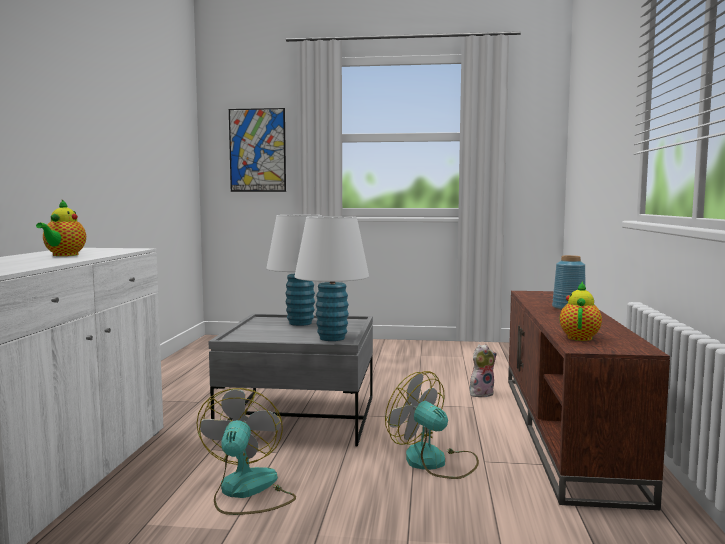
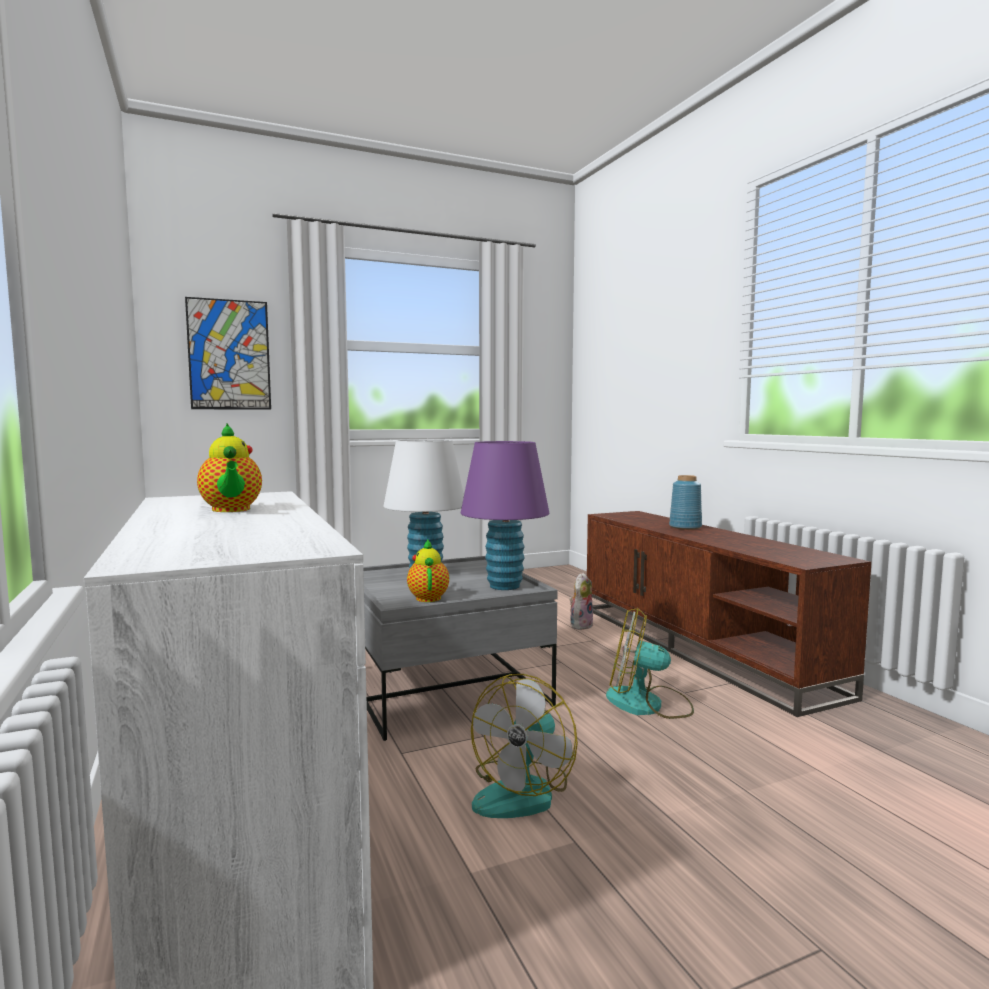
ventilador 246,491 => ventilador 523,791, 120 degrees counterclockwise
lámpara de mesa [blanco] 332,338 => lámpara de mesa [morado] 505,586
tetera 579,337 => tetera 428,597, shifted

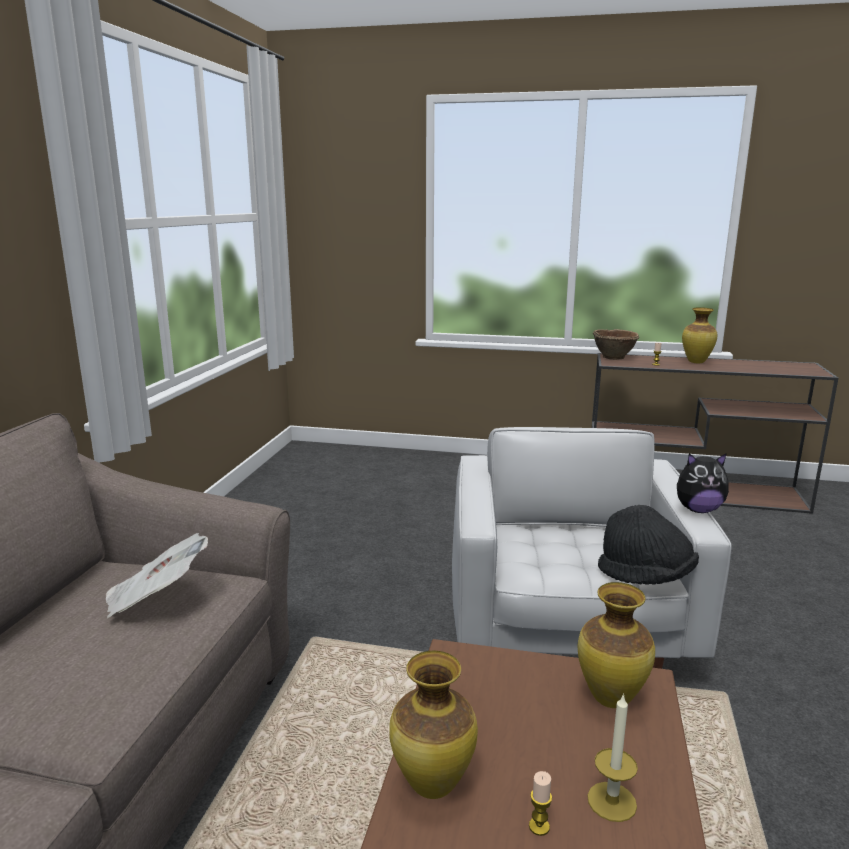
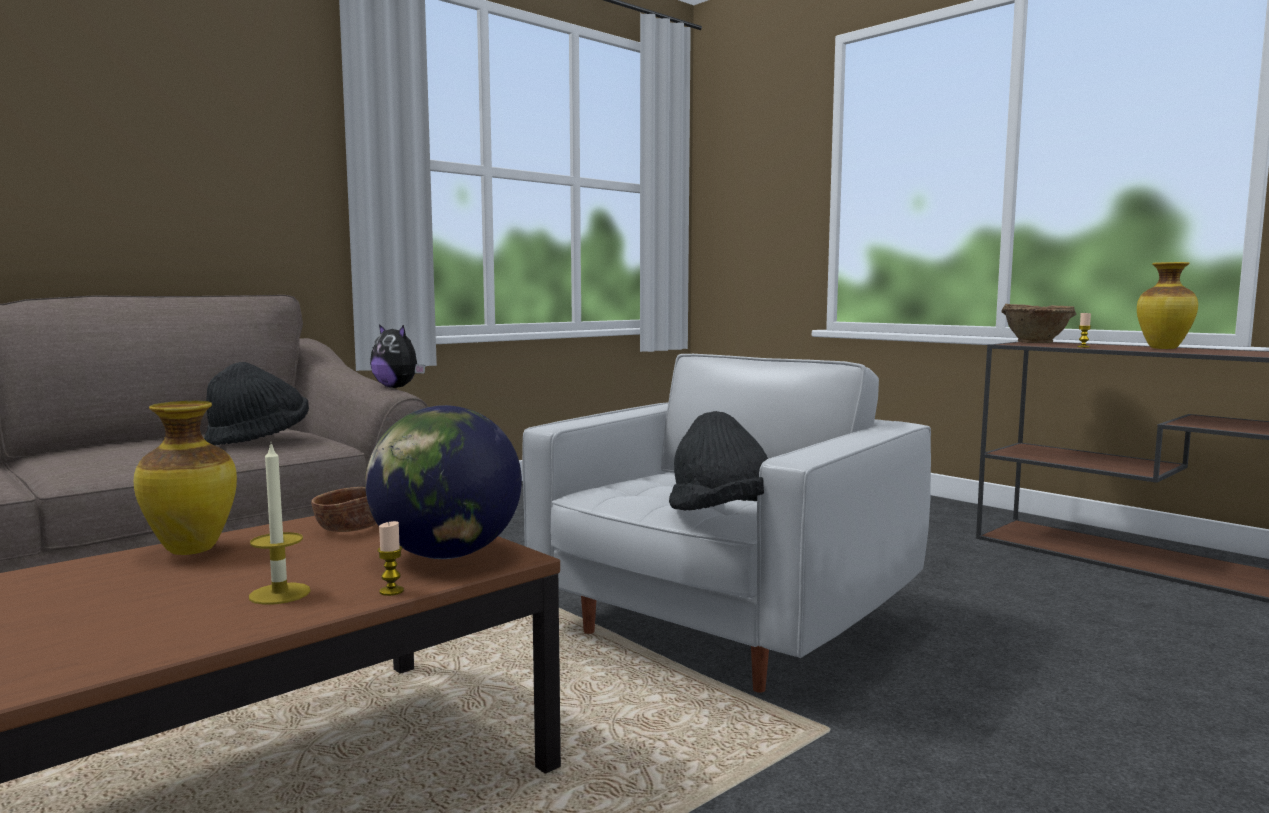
periódico 156,599 => sombrero [negro] 259,439
vela 539,826 => vela 391,591, shifted
florero 610,698 => globo terráqueo 447,555
peluche 698,510 => peluche 397,387, shifted
nothing => cuenco [marrón] 351,528

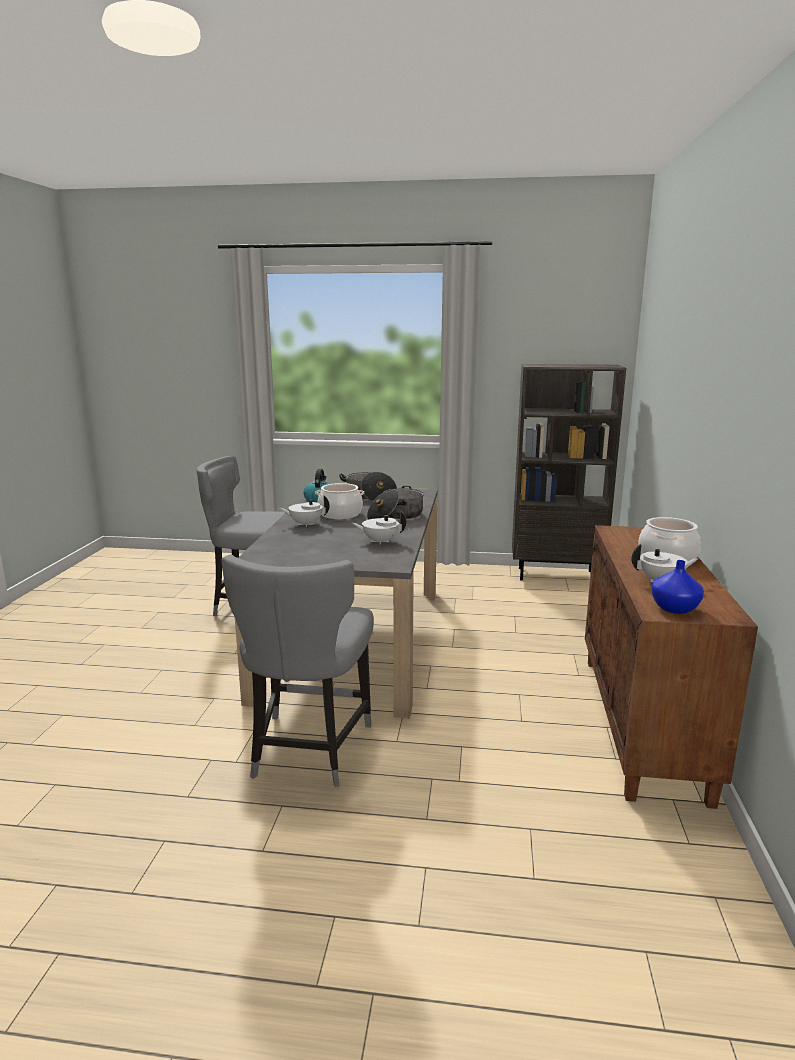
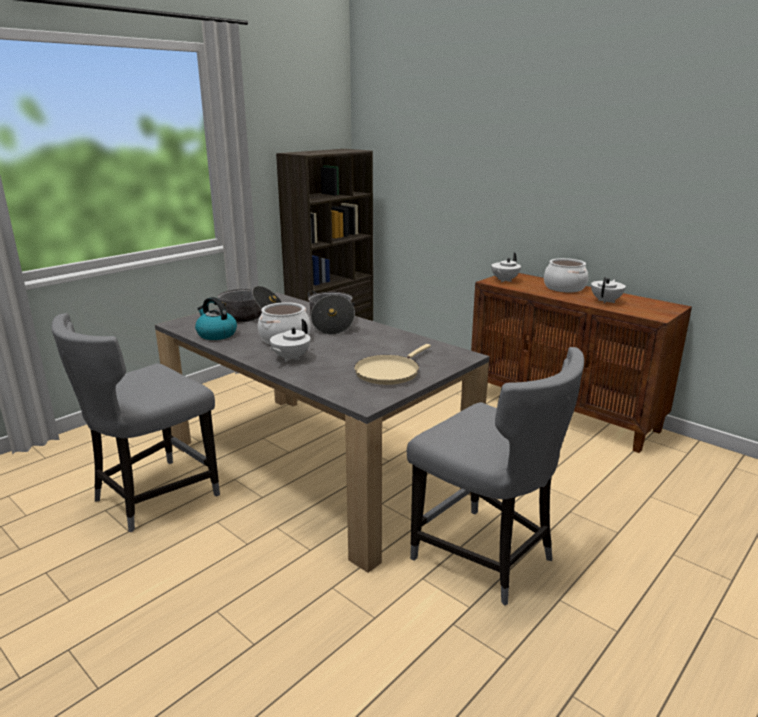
tetera [blanco] 380,541 => tetera [blanco] 504,280, shifted
florero [azul] 674,608 => nothing
nothing => sartén [beis] 389,372

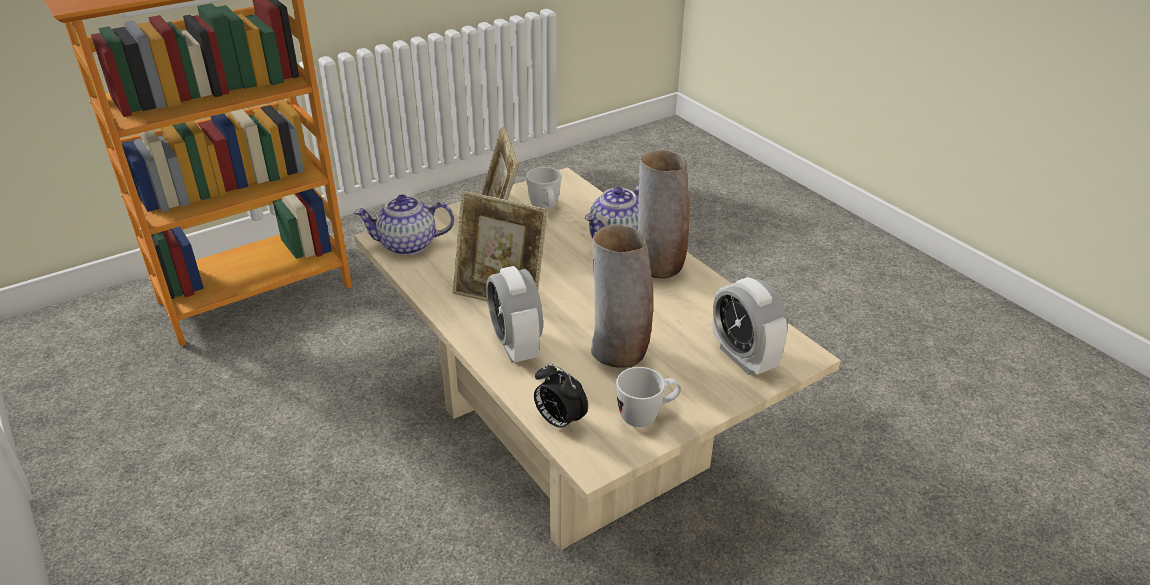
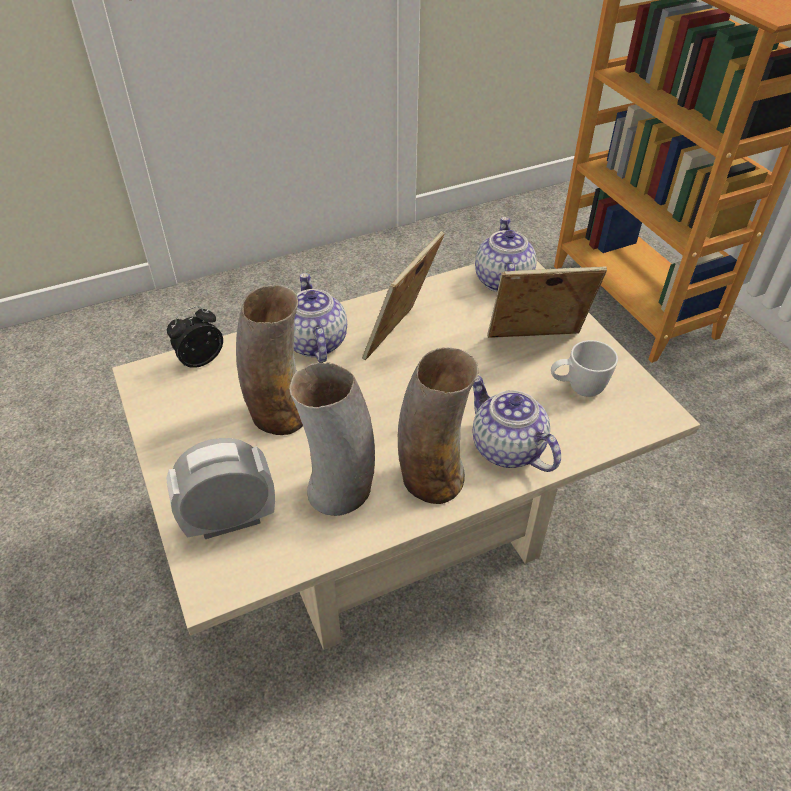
despertador 516,346 => tetera 314,342
taza grande [blanco] 647,416 => nothing
nothing => florero 341,490

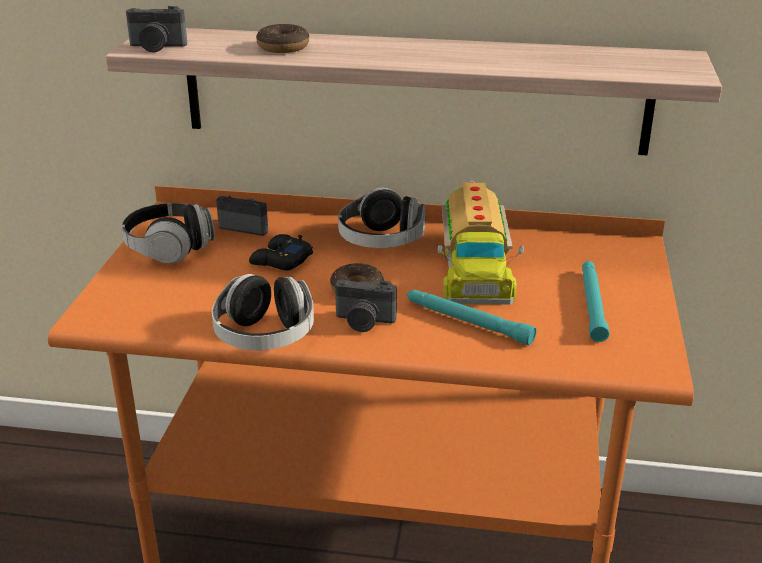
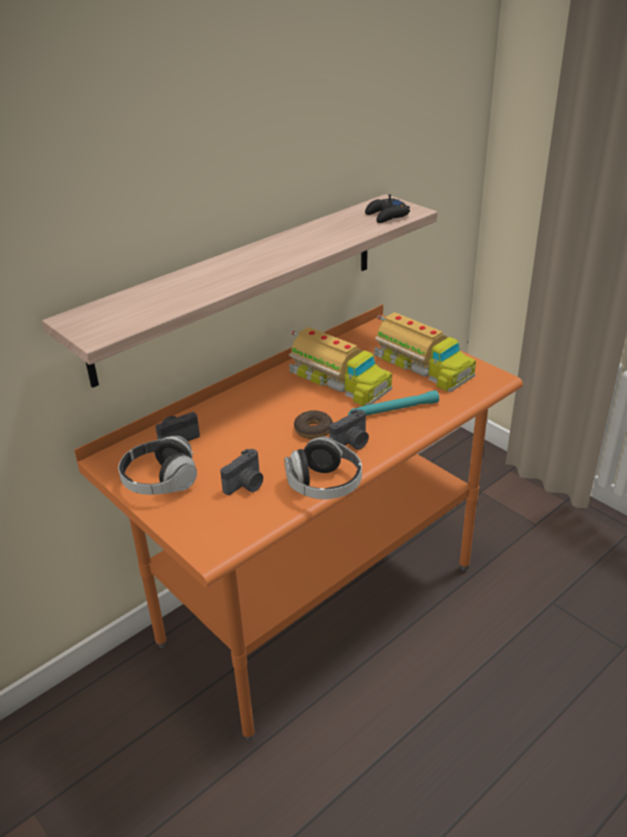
cámara 157,47 => cámara 246,485, shifted
mando de consola [negro] 280,260 => mando de consola [negro] 387,216, shifted
rosquilla 283,47 => nothing
auriculares 381,241 => nothing
linterna [turquesa] 592,304 => camión de juguete 421,366

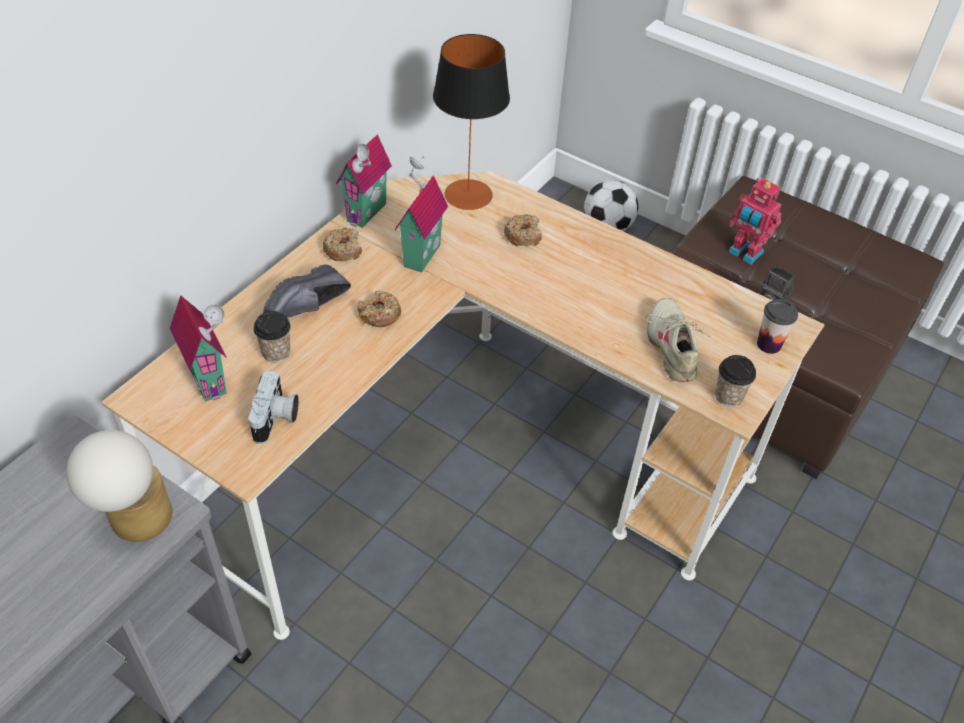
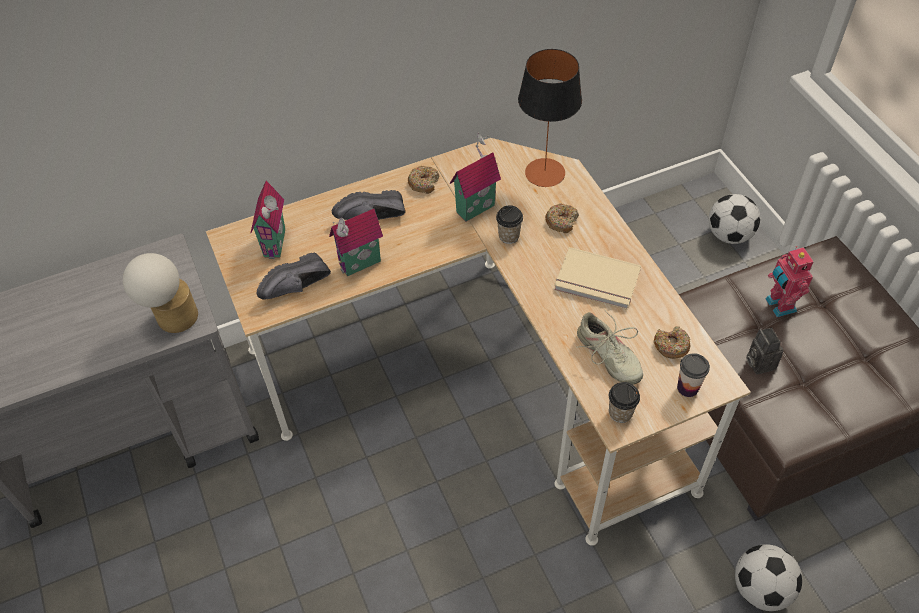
cámara 276,419 => zapato [negro] 298,288
taza 276,353 => taza 509,236, shifted
casita 369,214 => casita 361,265, shifted
rosquilla 379,314 => rosquilla 671,346, shifted
zapato [beis] 673,347 => zapato [beis] 608,356, 120 degrees clockwise
nothing => libro [beis] 597,282
nothing => balón de fútbol 760,589

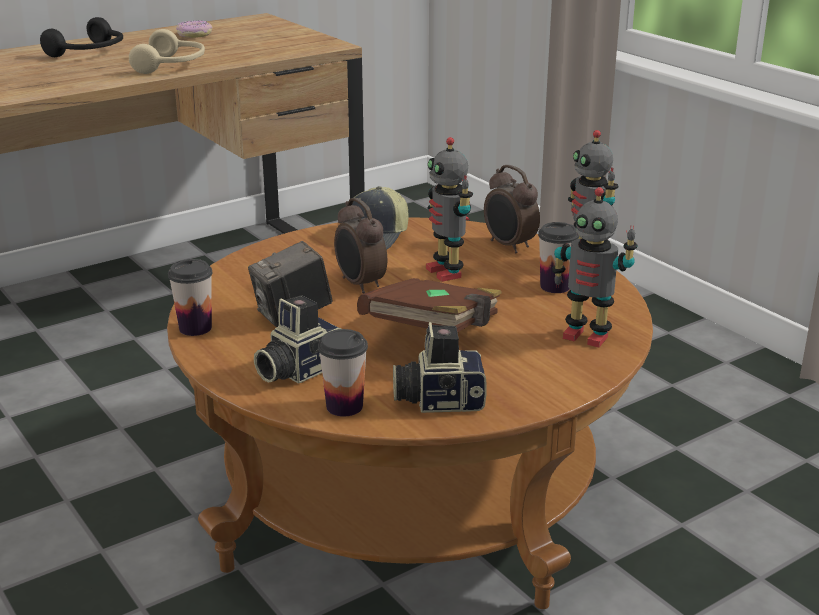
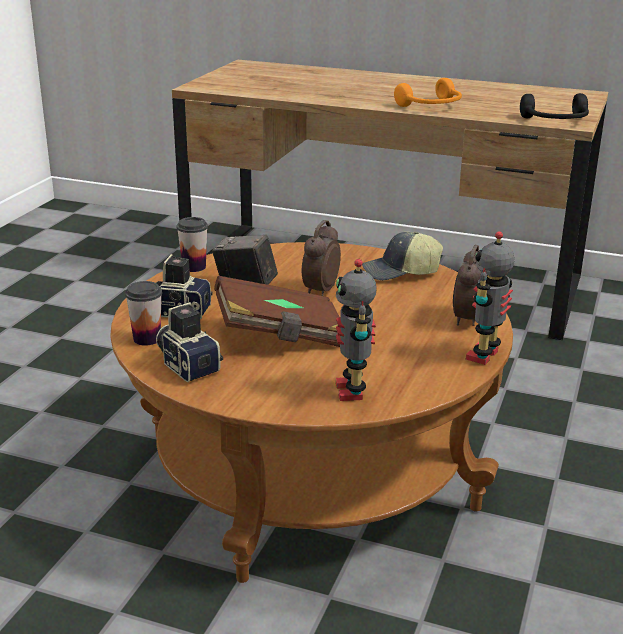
auriculares [negro] 90,53 => auriculares [negro] 556,121, shifted
auriculares [beis] 172,65 => auriculares [naranja] 431,106
rosquilla 194,35 => nothing
robot de juguete 446,272 => nothing
taza 555,286 => nothing

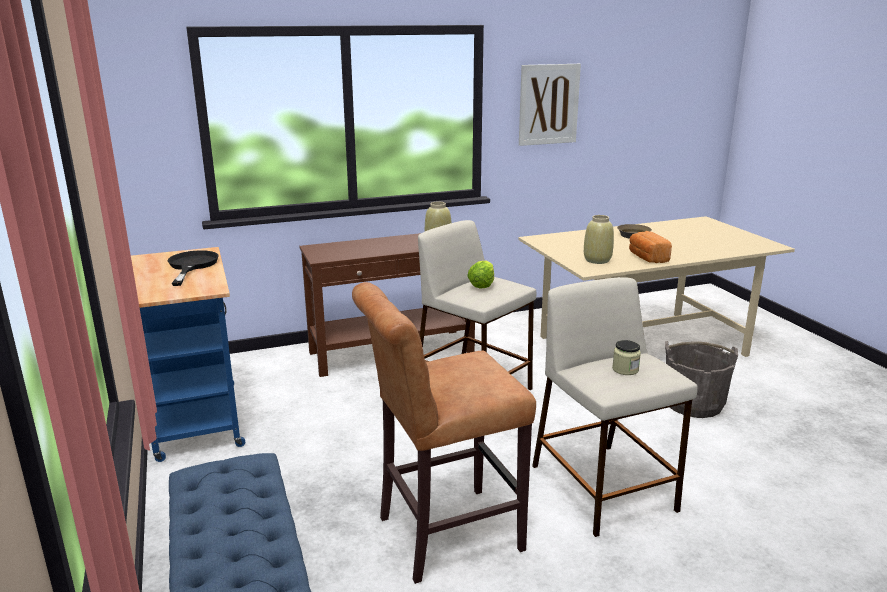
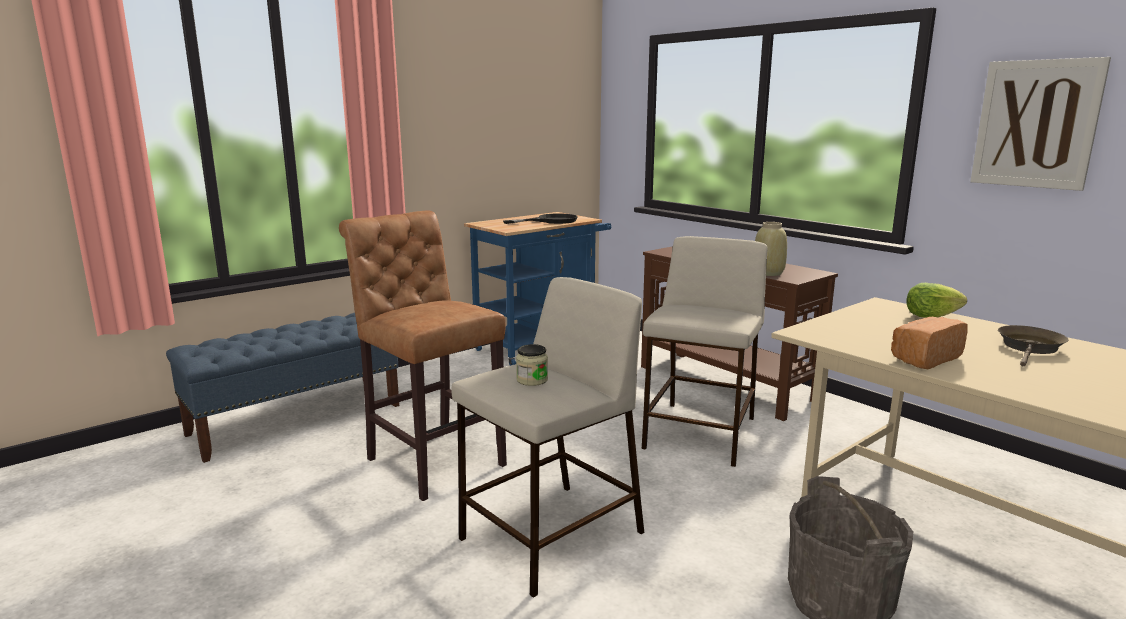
lechuga 482,285 => lechuga 930,316, shifted
florero [beis] 597,260 => nothing

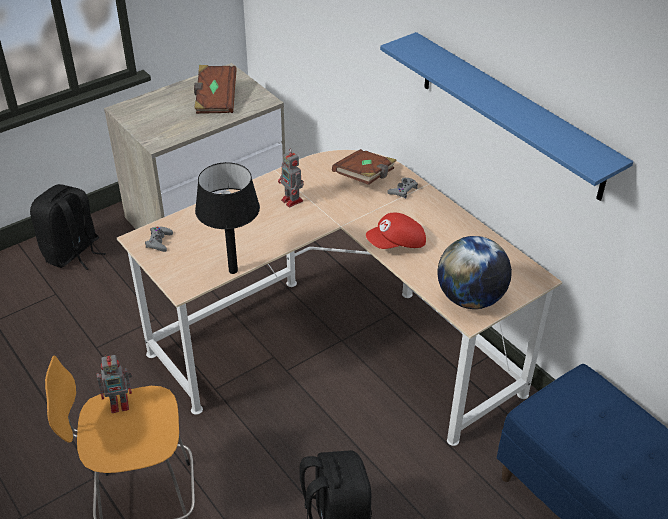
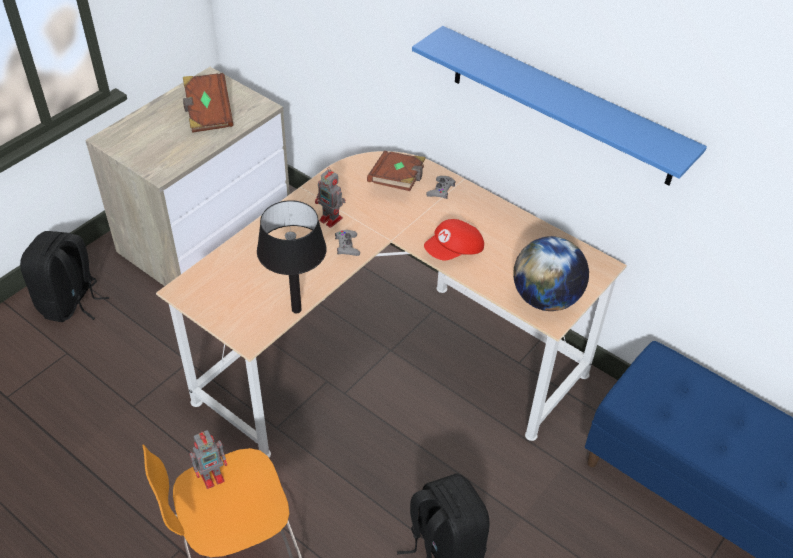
mando de consola [gris] 159,242 => mando de consola [gris] 347,246, shifted

